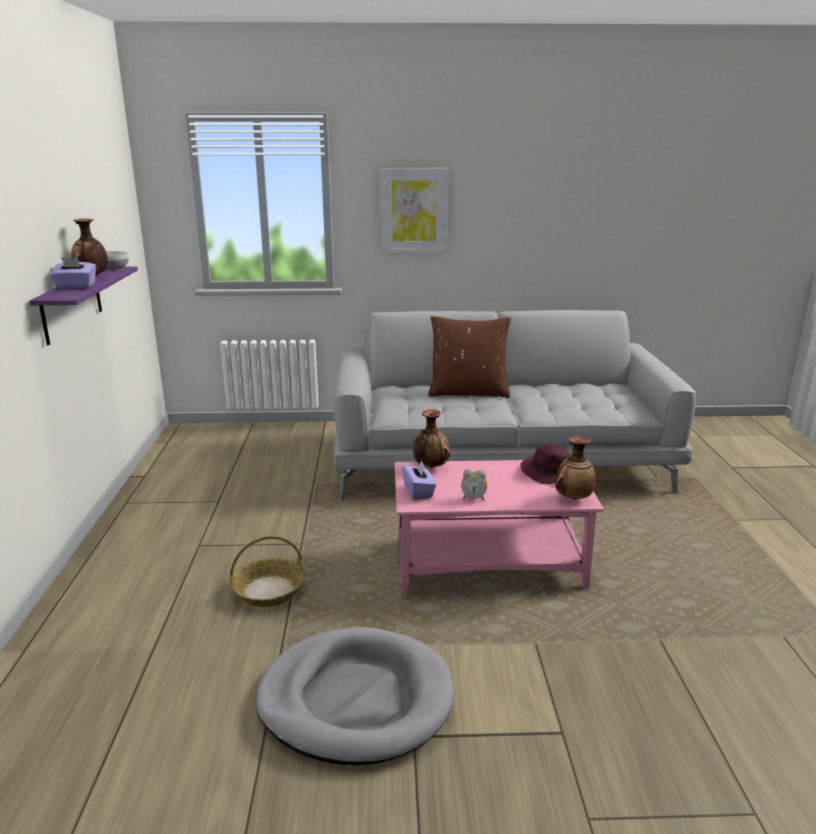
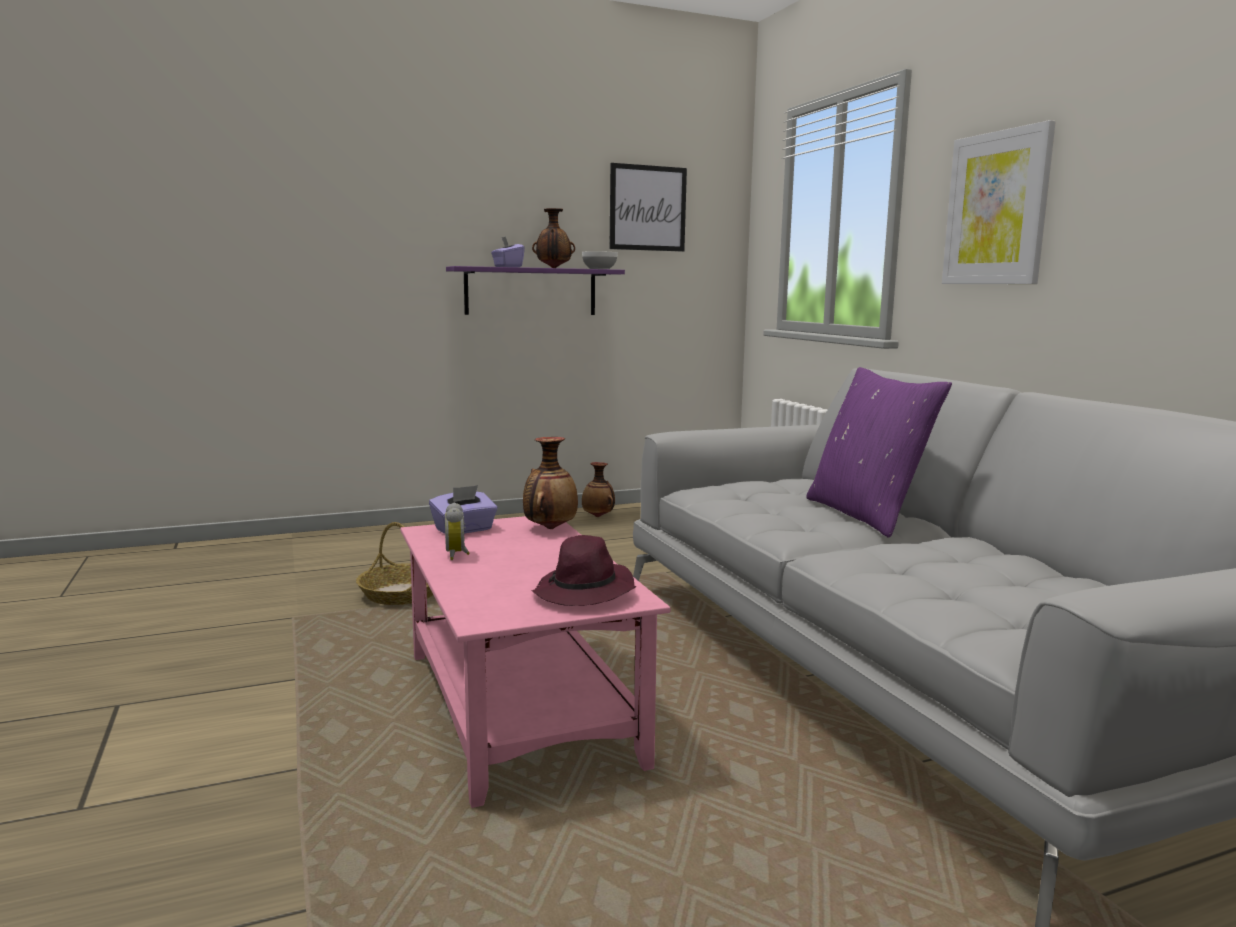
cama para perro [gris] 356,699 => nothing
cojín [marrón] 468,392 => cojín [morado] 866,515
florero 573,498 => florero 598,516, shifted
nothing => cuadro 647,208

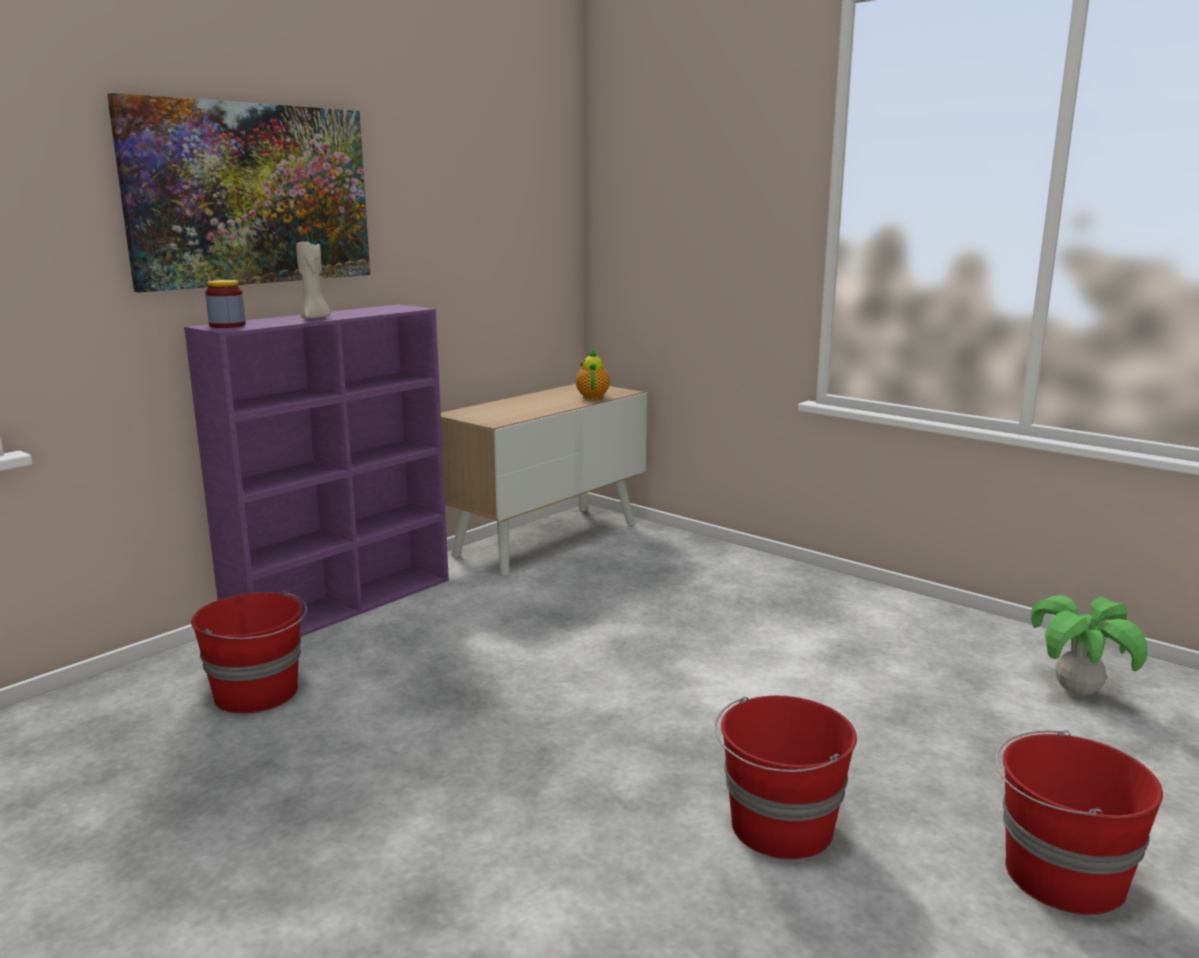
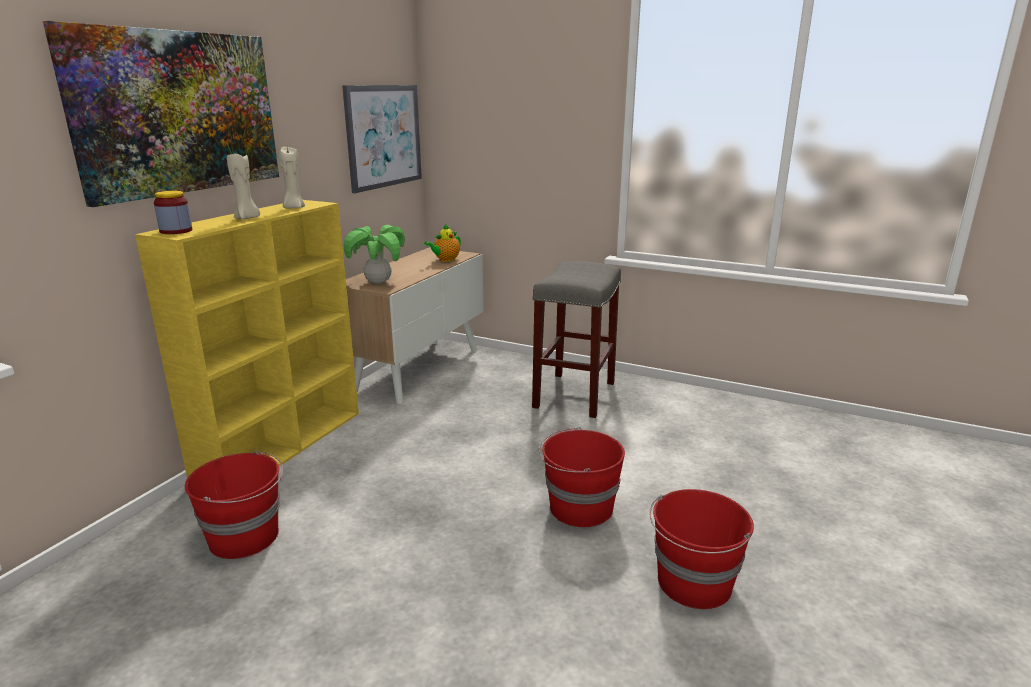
estantería [morado] 344,605 => estantería [amarillo] 283,445
tetera 592,396 => tetera 445,260, 120 degrees counterclockwise
cubo [rojo] 1060,876 => cubo [rojo] 579,508, shifted
planta en maceta 1077,691 => planta en maceta 378,282, shifted
nothing => vela [beis] 293,208
nothing => cuadro 384,136
nothing => taburete [gris] 574,394

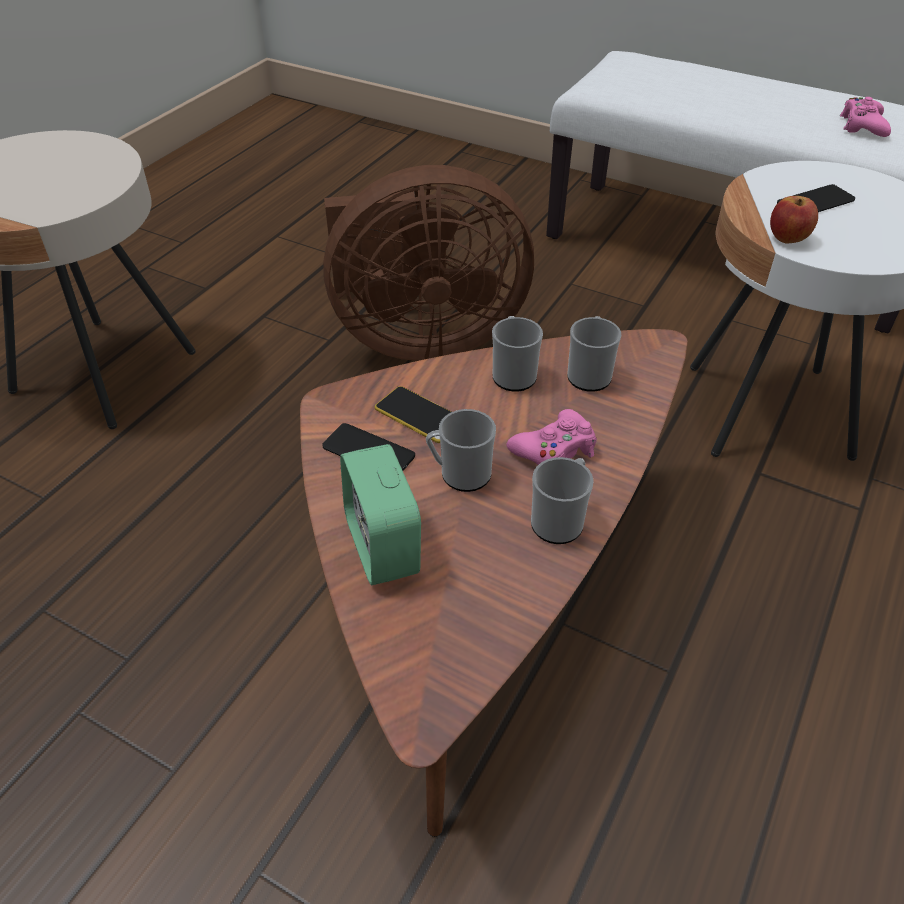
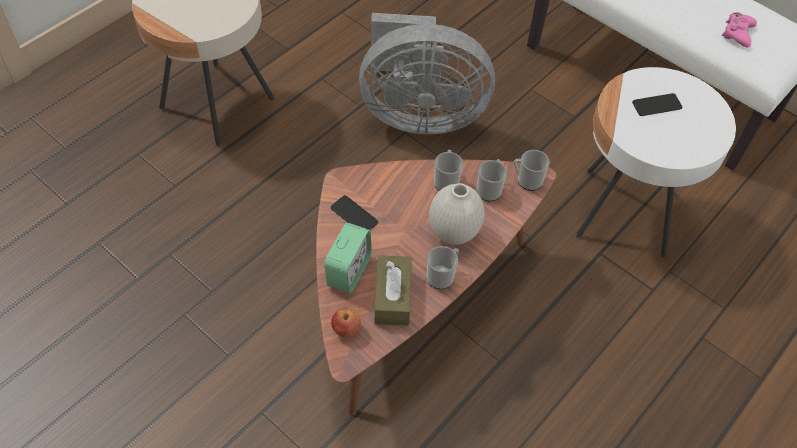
ventilador [marrón] 420,337 => ventilador [gris] 418,114
despertador 383,546 => despertador 348,271, 150 degrees counterclockwise
móvil 419,415 => nothing
taza grande 460,474 => taza grande 526,180, shifted
mando de consola [rosa] 554,450 => florero [blanco] 453,234
manzana 787,239 => manzana 346,330, shifted
nothing => caja de pañuelos [marrón] 392,297

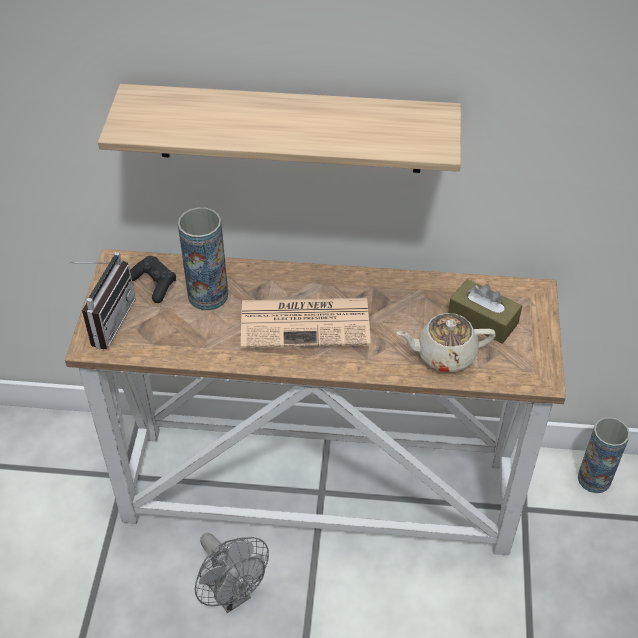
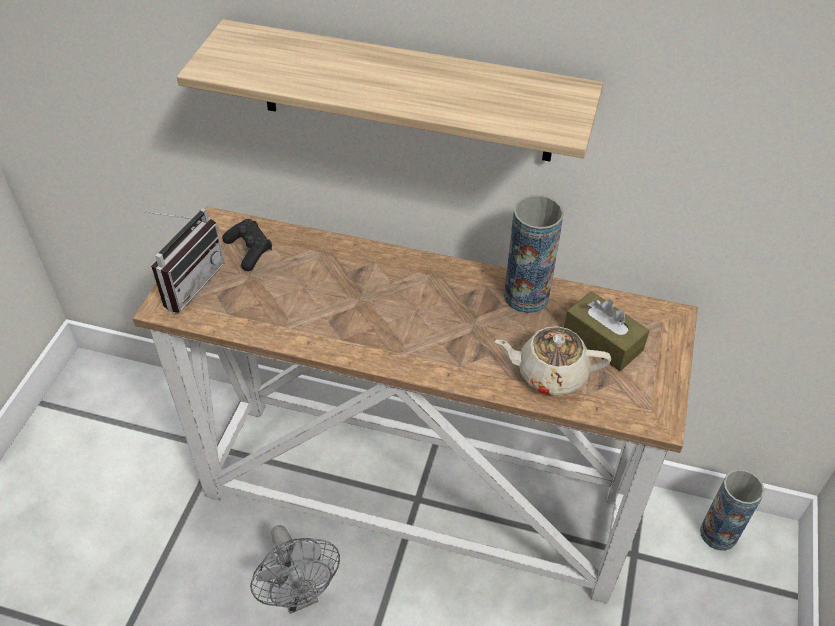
florero 208,295 => florero 526,296, shifted
periódico 307,322 => nothing

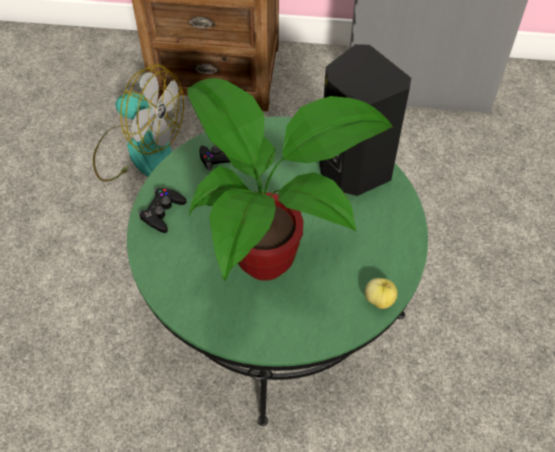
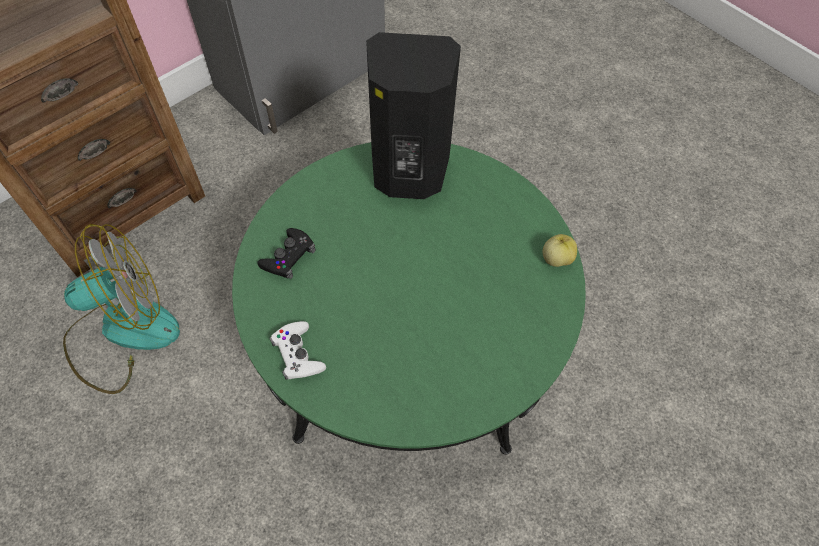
mando de consola [negro] 162,212 => mando de consola [blanco] 298,354
planta en maceta 273,256 => nothing

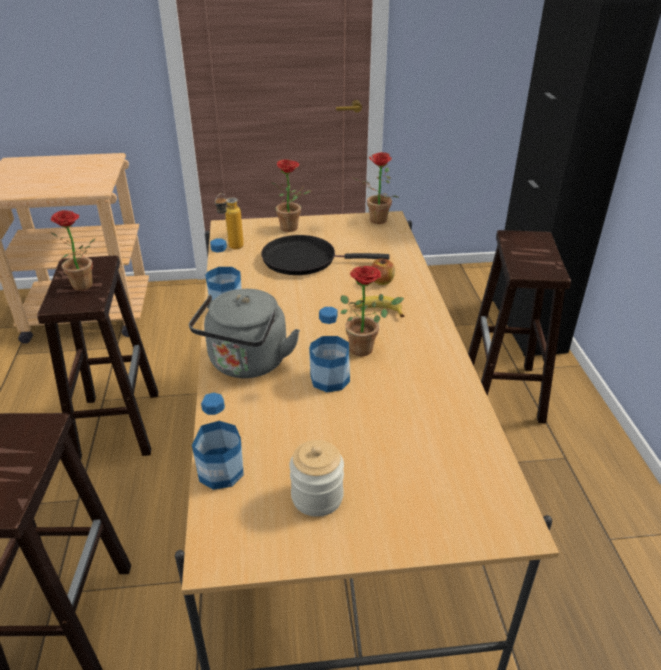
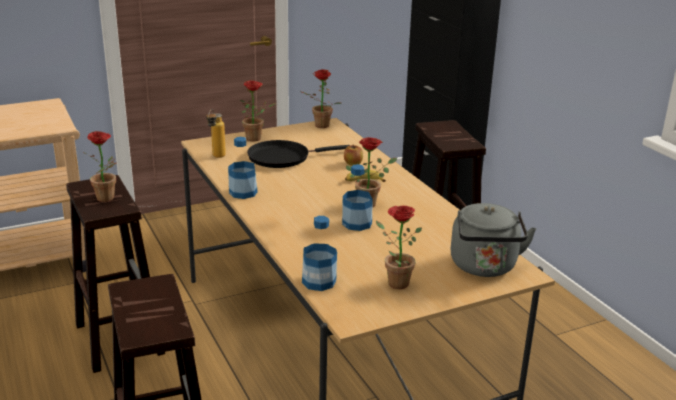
hervidor [gris] 247,364 => hervidor [gris] 484,267, shifted
tarro 317,496 => planta en maceta 394,282

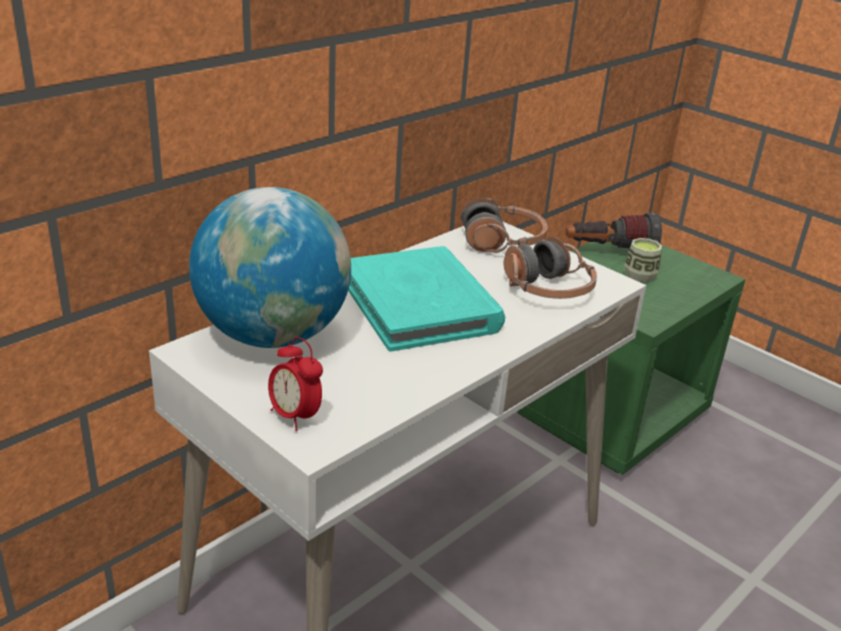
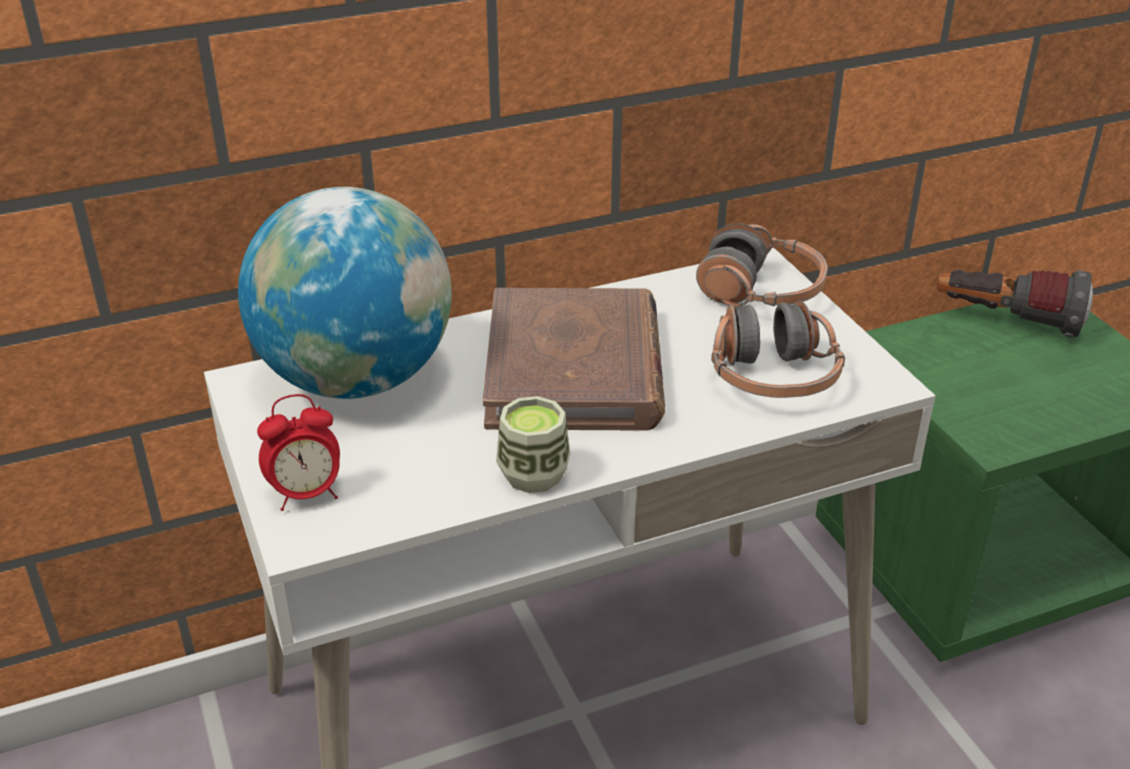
despertador 295,416 => despertador 306,494, 90 degrees counterclockwise
libro [turquesa] 420,304 => libro [marrón] 574,368
taza 640,276 => taza 533,474, shifted

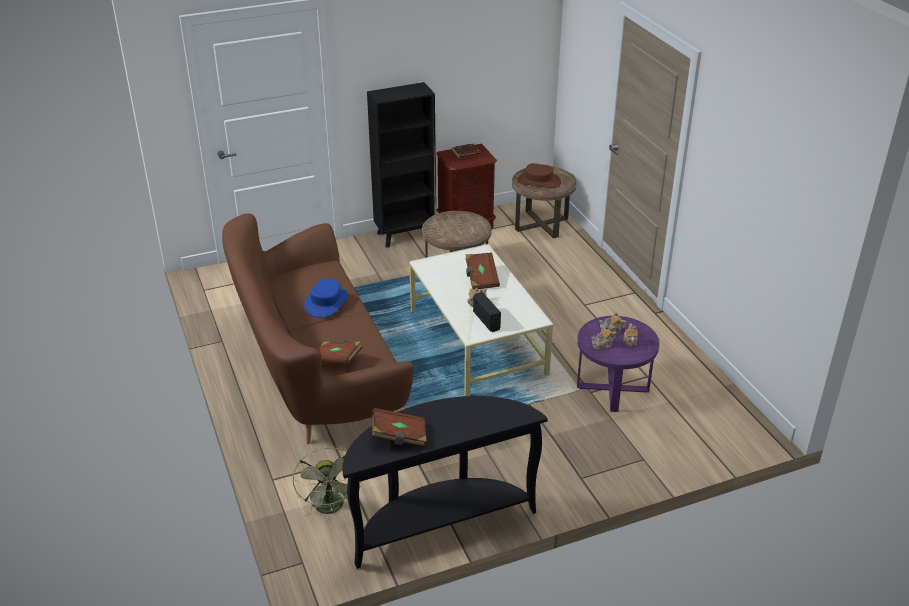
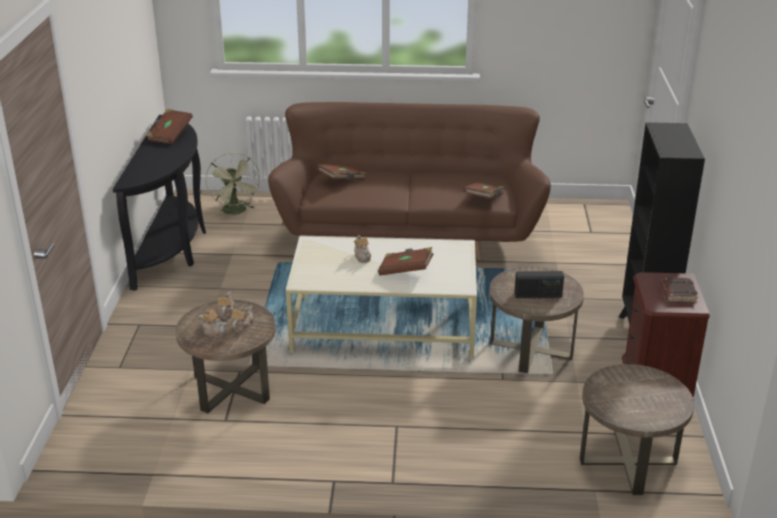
ventilador [verde] 331,508 => ventilador [verde] 236,212, 120 degrees counterclockwise
sombrero [azul] 326,302 => nothing
radio 487,320 => radio 538,295, shifted
sombrero [marrón] 539,181 => nothing
mesa auxiliar [morado] 612,388 => mesa auxiliar [marrón] 231,388
nothing => libro [marrón] 484,199

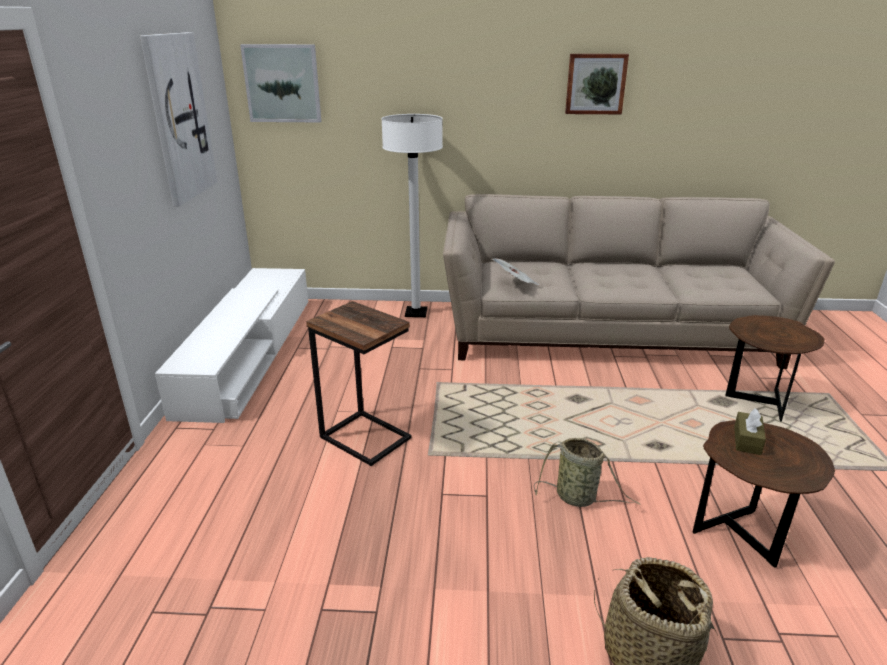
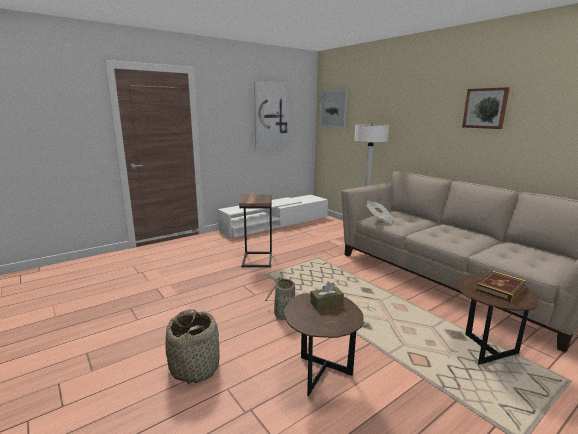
nothing => libro 500,288

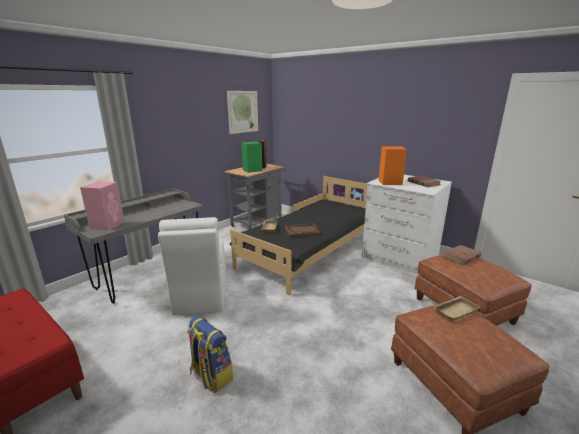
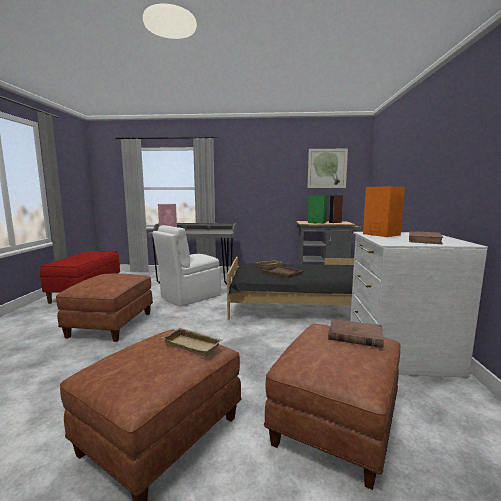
mochila 210,376 => puf [marrón] 111,324

